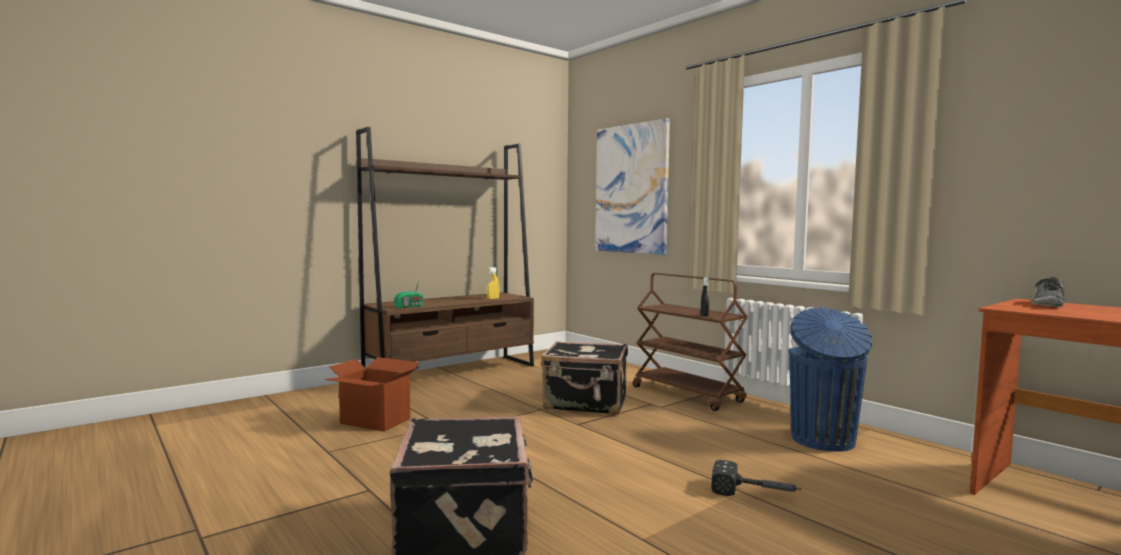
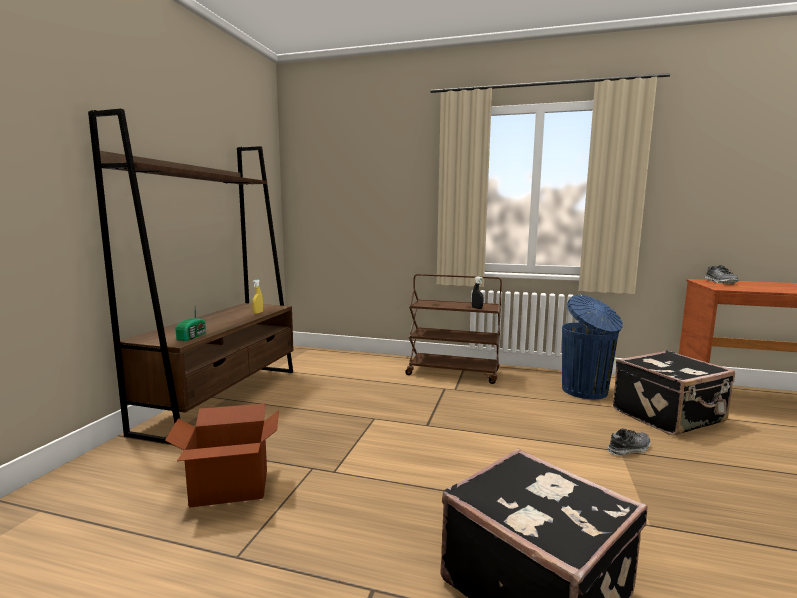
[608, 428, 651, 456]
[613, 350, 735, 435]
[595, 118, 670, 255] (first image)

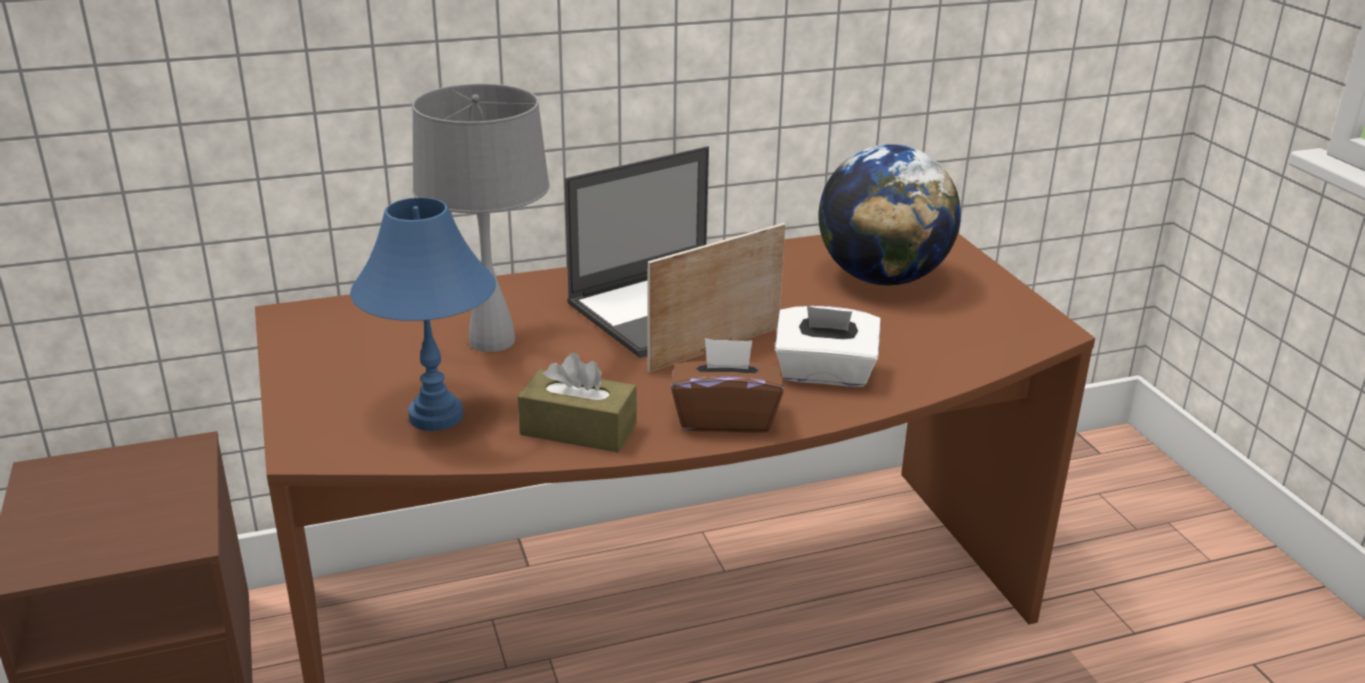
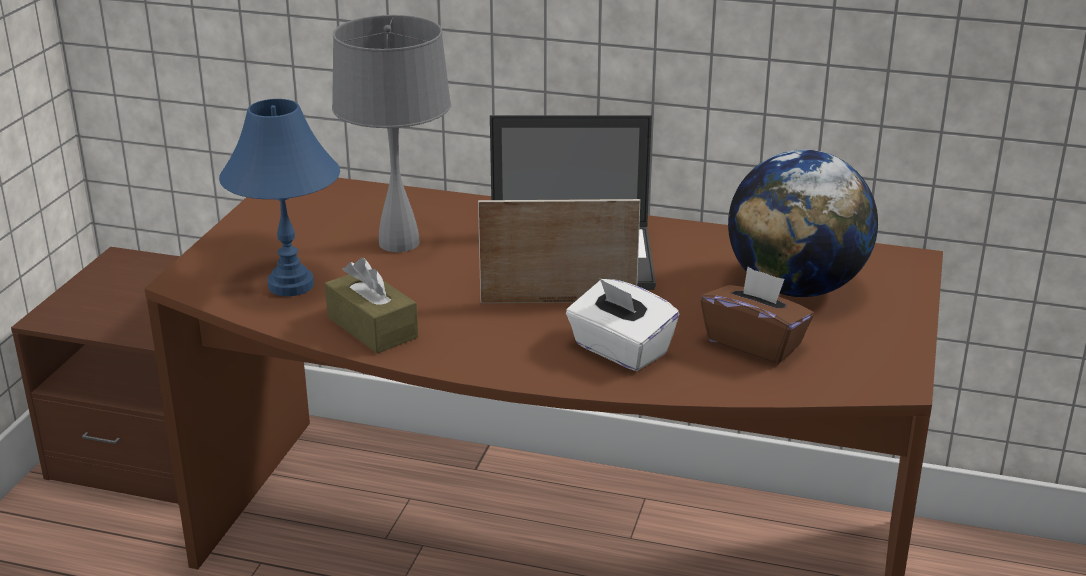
[701, 267, 814, 365]

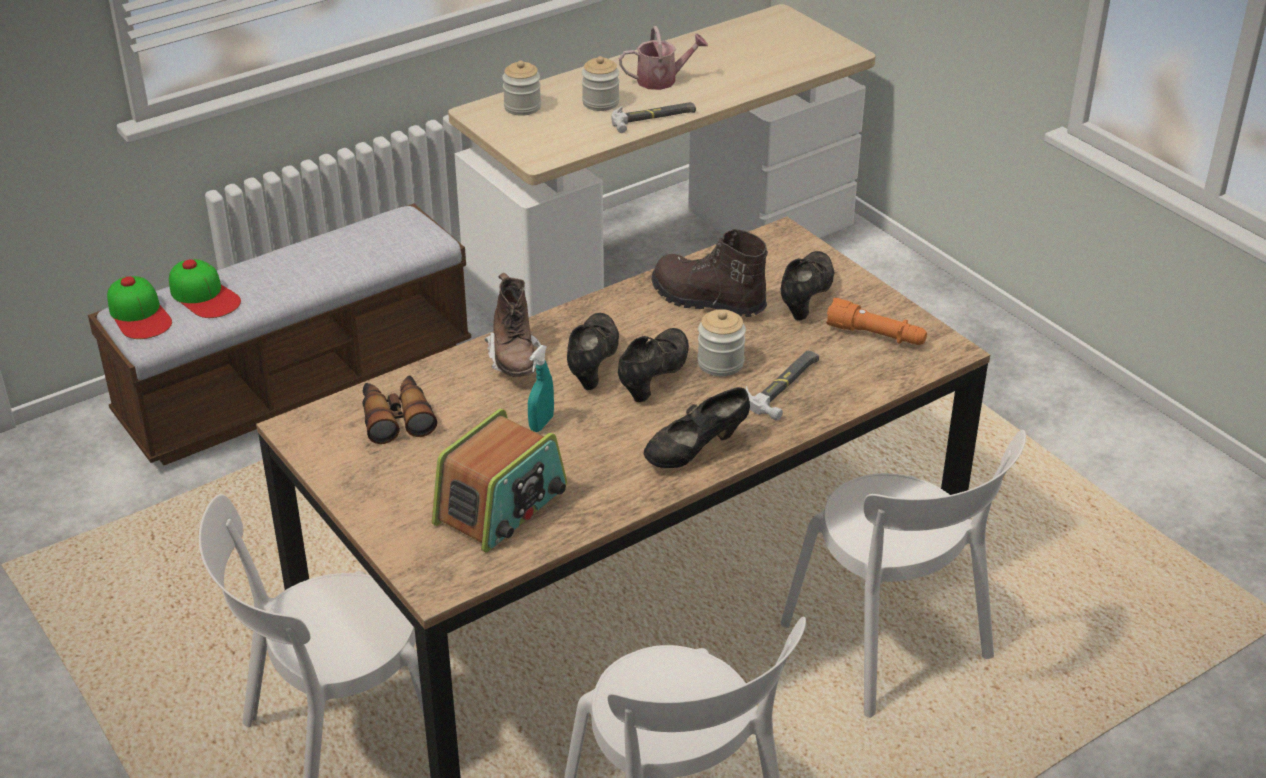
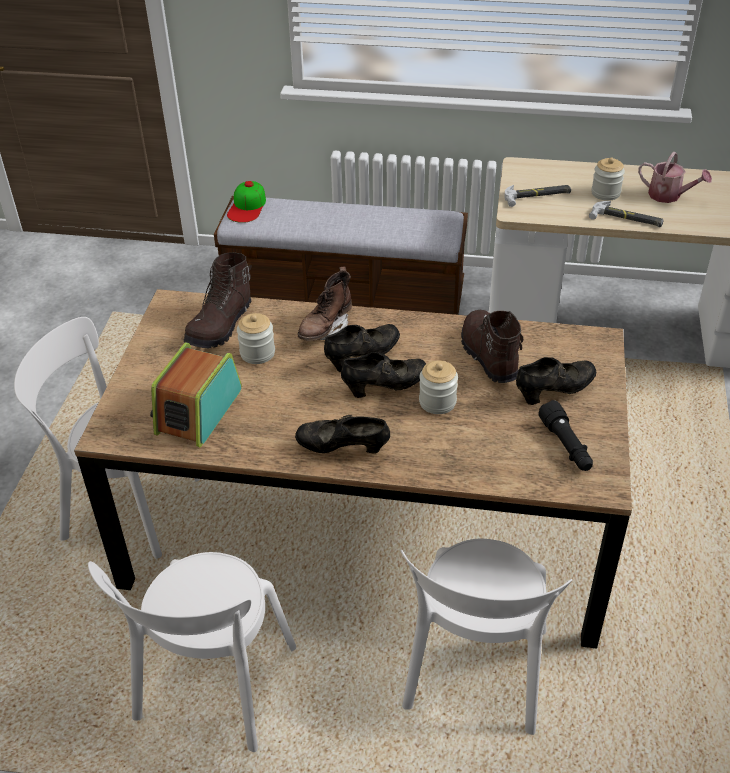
[150, 342, 242, 447]
[184, 252, 252, 348]
[237, 313, 275, 364]
[504, 185, 571, 207]
[538, 400, 593, 471]
[169, 259, 241, 318] (first image)
[528, 345, 554, 432] (first image)

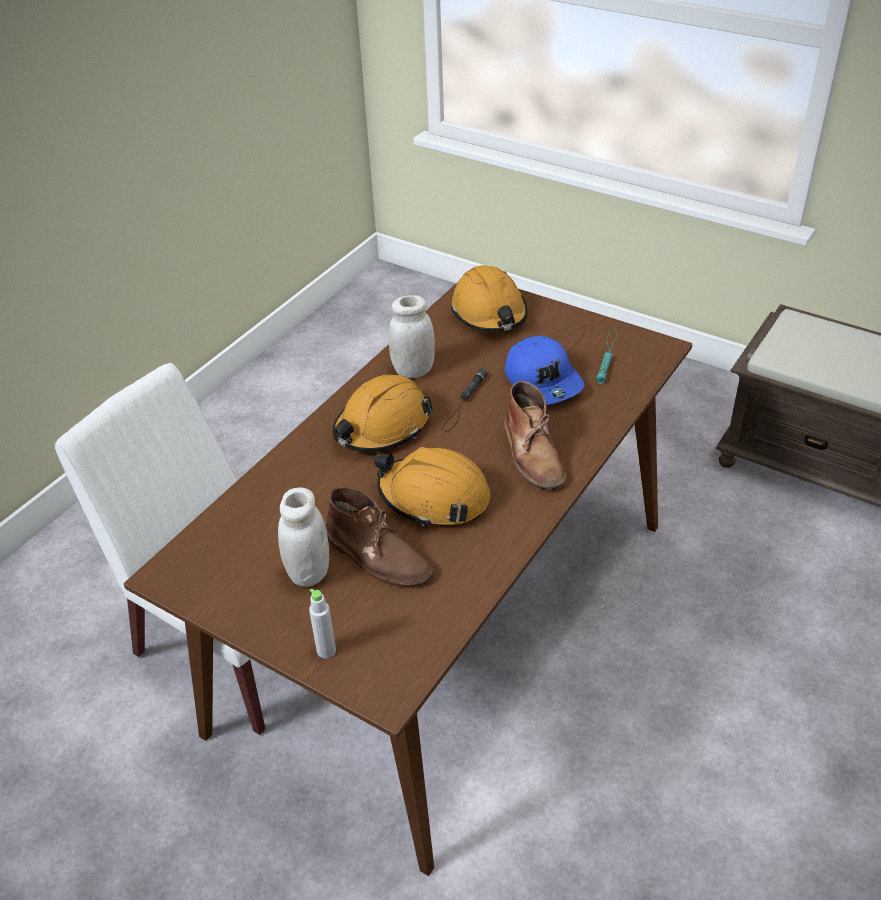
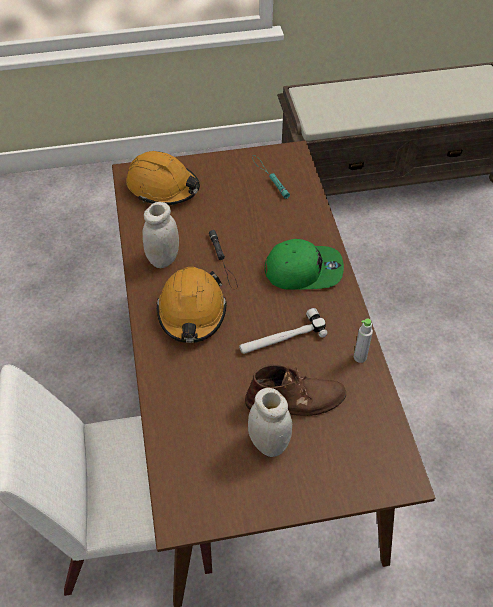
[239, 308, 327, 354]
[265, 239, 344, 290]
[354, 318, 373, 363]
[505, 336, 584, 405] (first image)

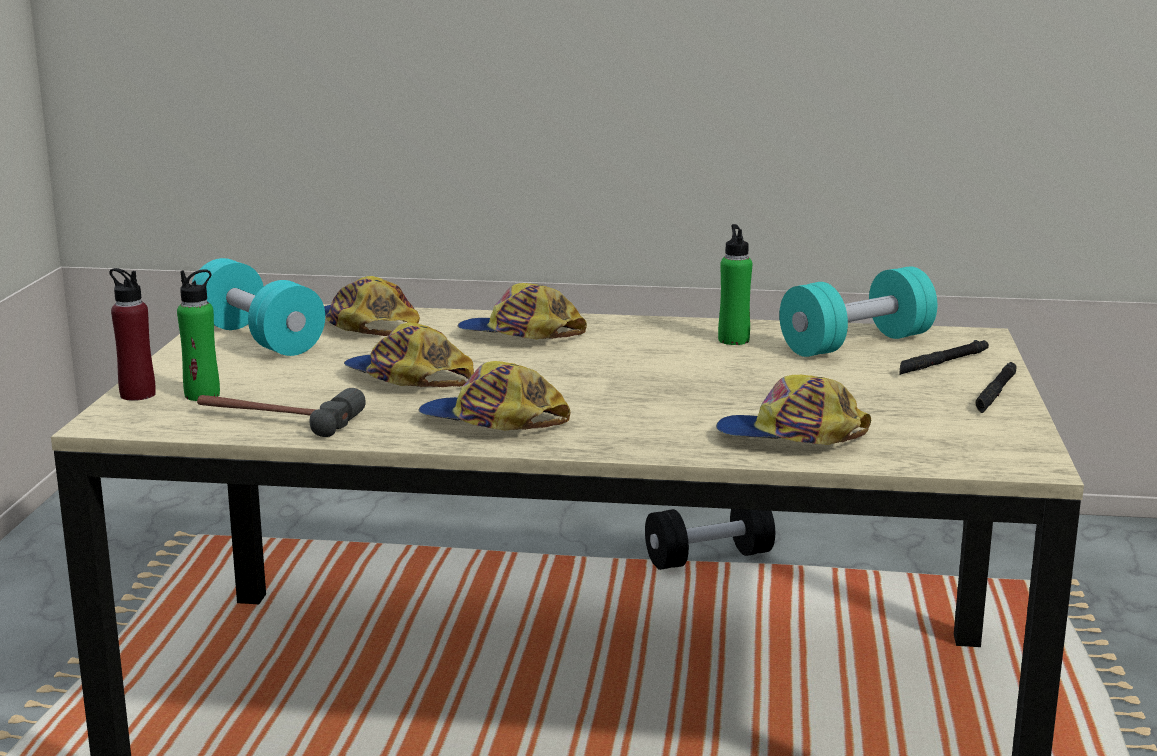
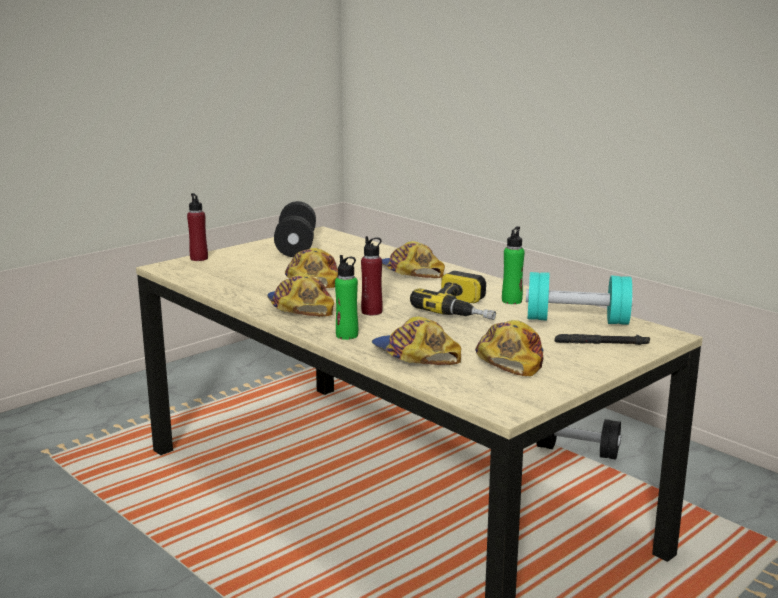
[274, 201, 316, 257]
[335, 255, 358, 340]
[361, 236, 383, 315]
[410, 271, 496, 320]
[475, 320, 543, 376]
[197, 388, 366, 437] (first image)
[975, 362, 1017, 413] (first image)

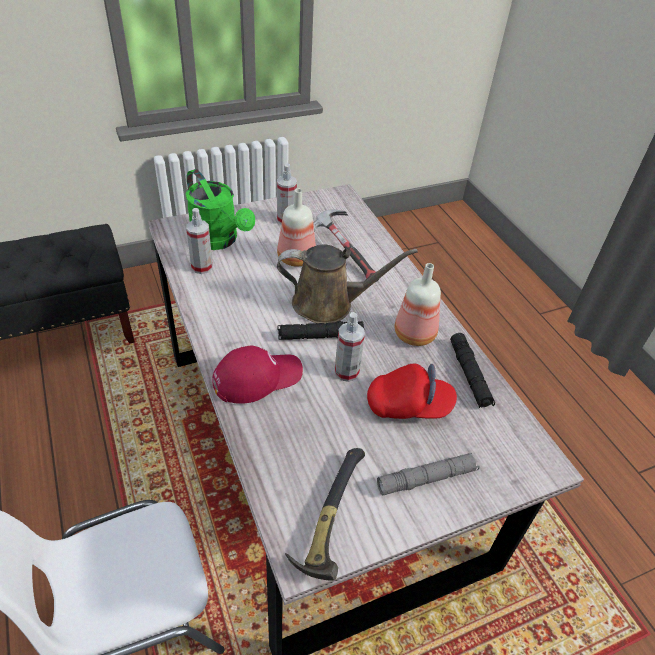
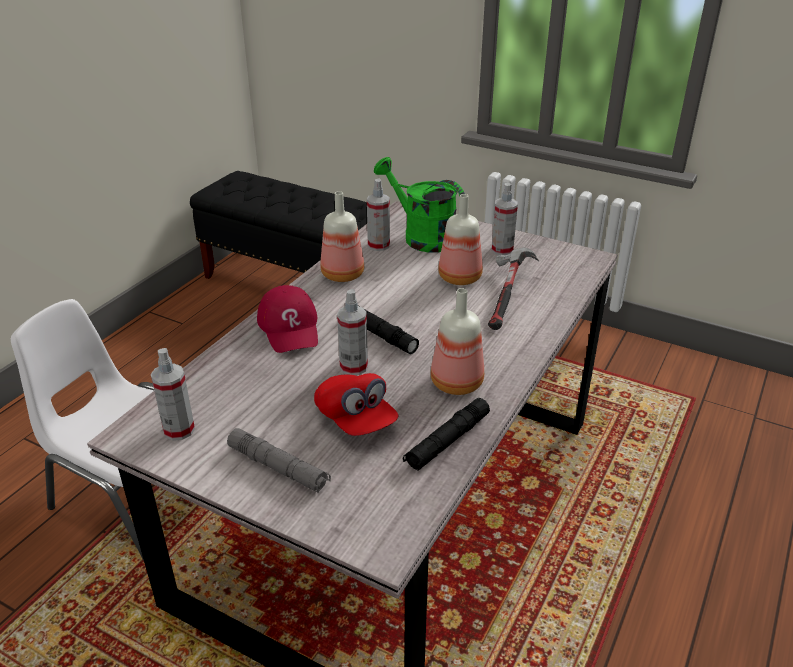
[151, 348, 195, 441]
[257, 285, 318, 353]
[320, 191, 364, 282]
[374, 157, 465, 253]
[277, 244, 418, 324] (first image)

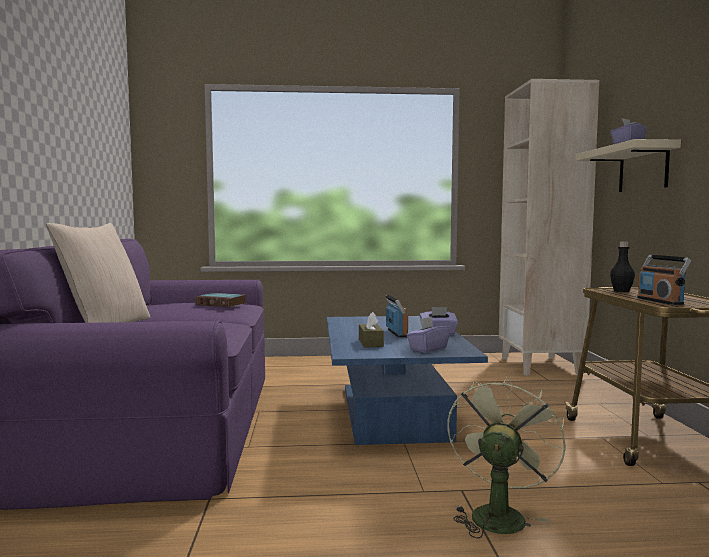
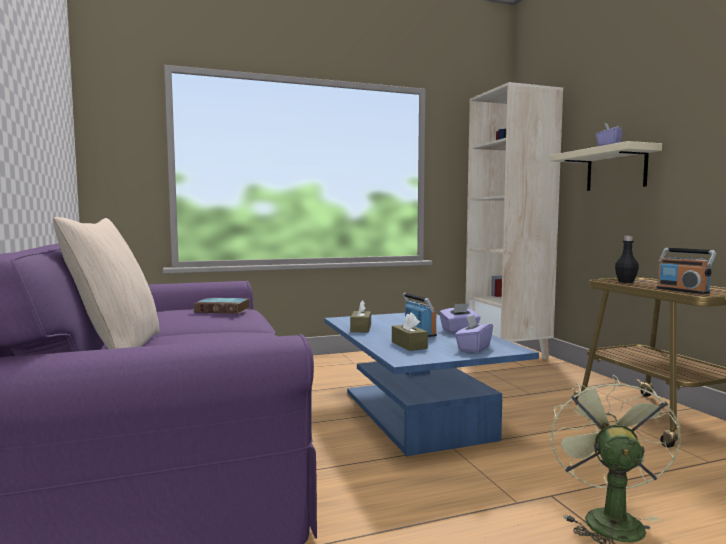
[350, 300, 371, 333]

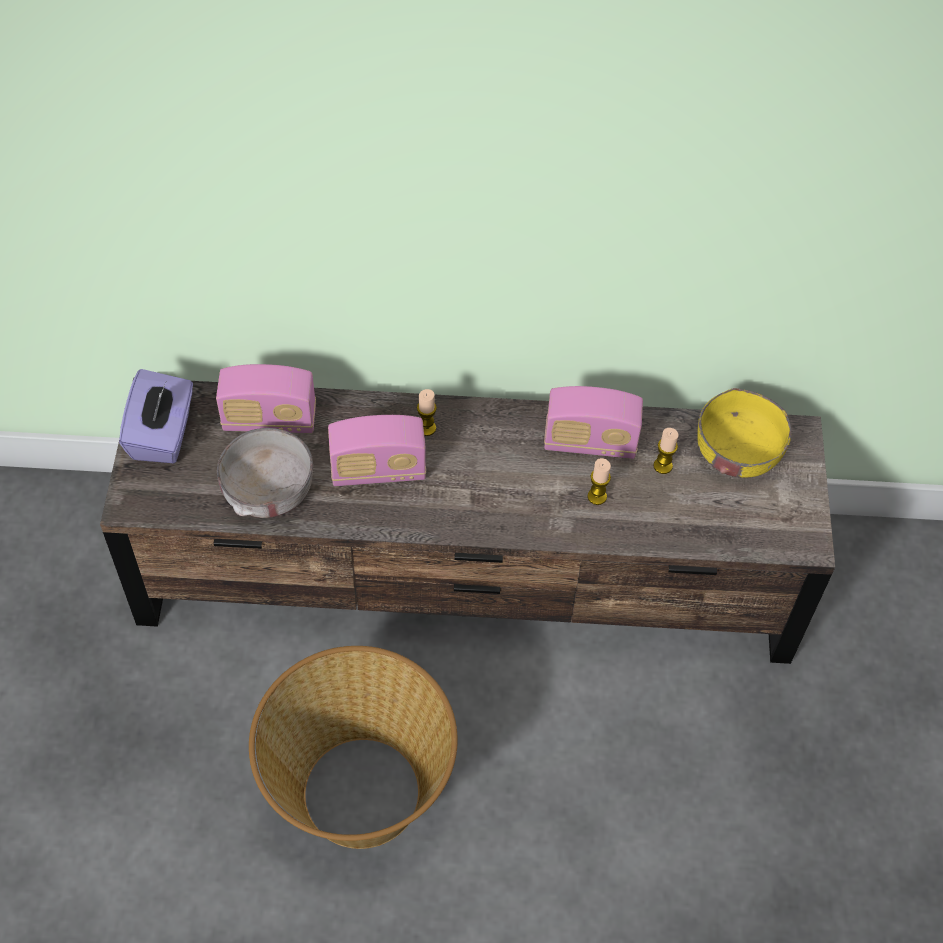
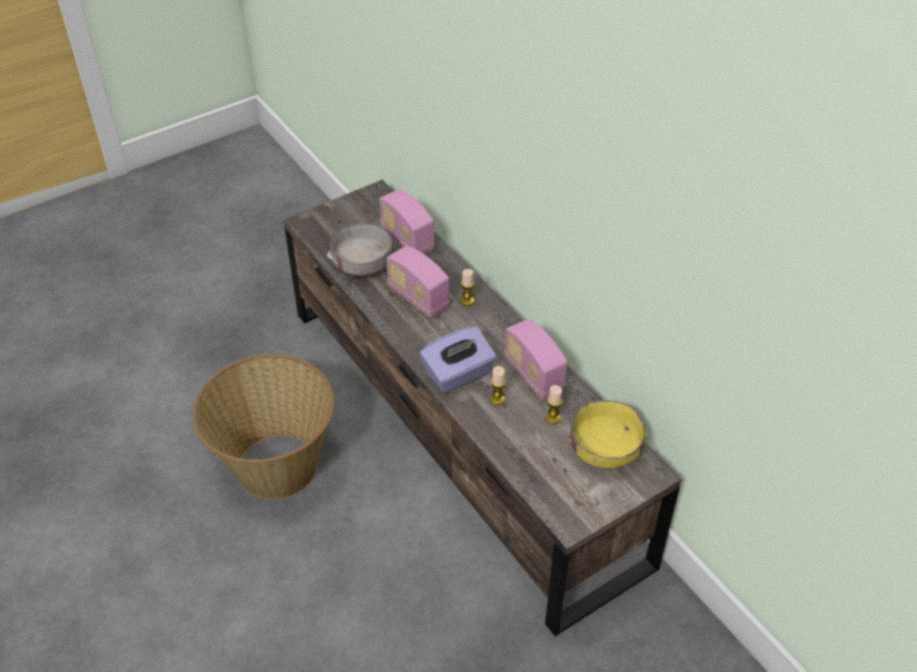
[419, 326, 497, 393]

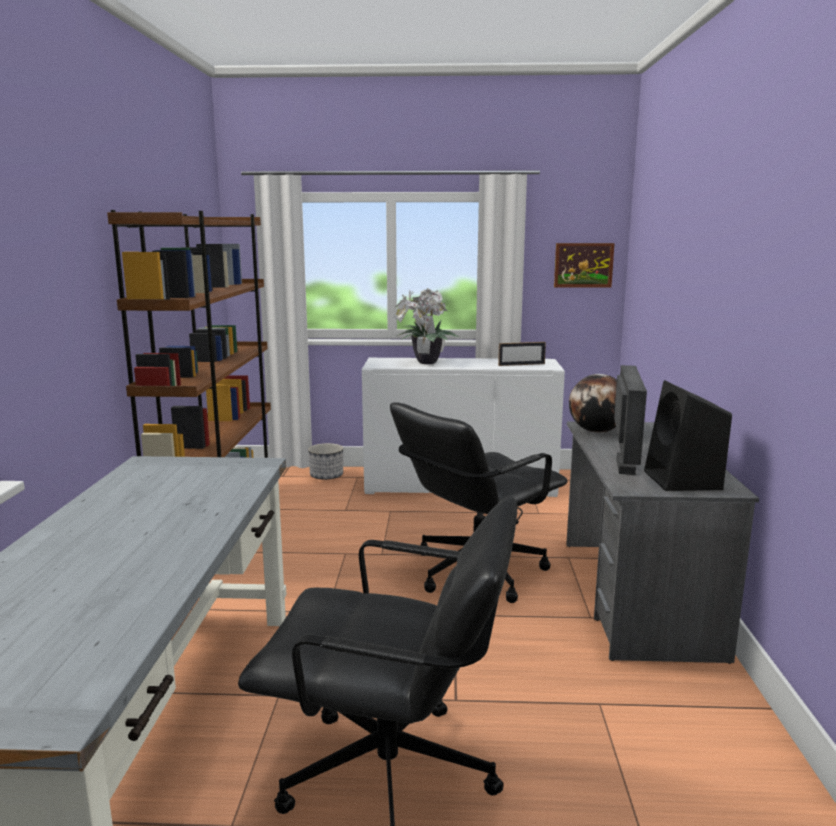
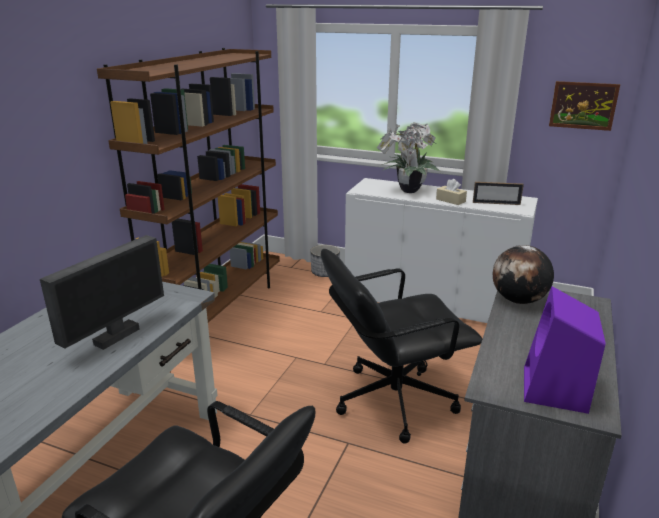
[40, 235, 164, 350]
[436, 179, 467, 205]
[524, 286, 605, 414]

